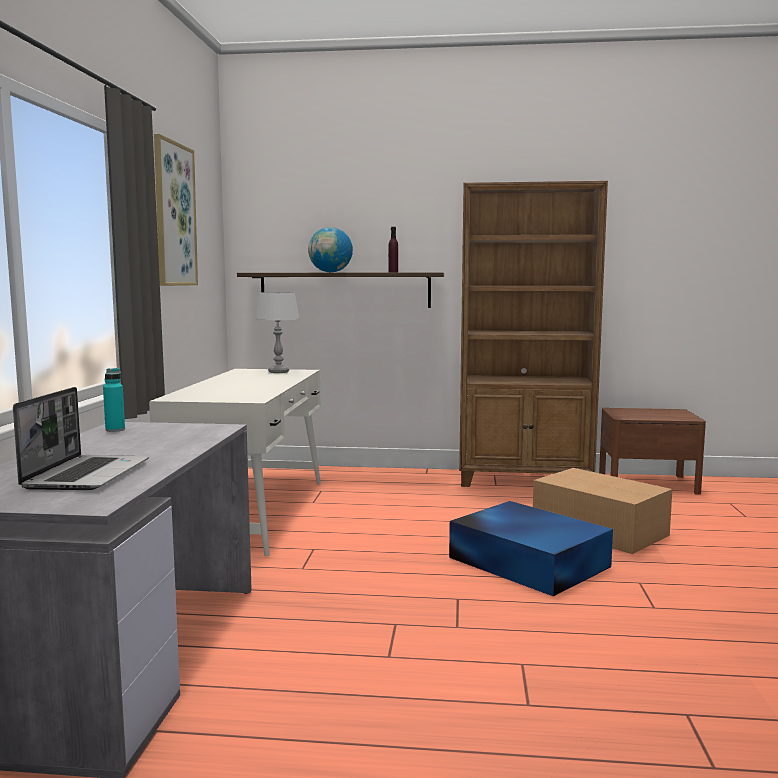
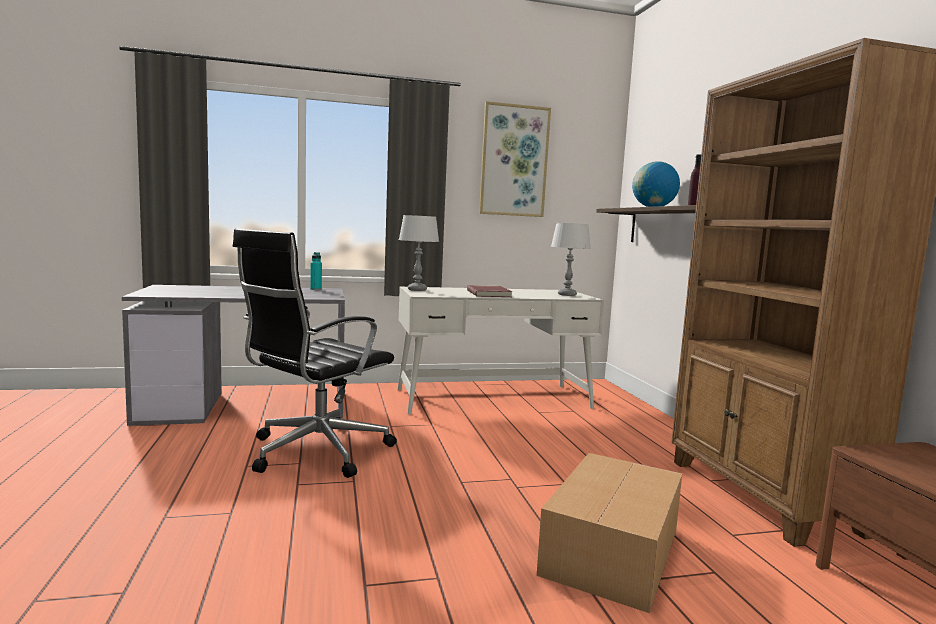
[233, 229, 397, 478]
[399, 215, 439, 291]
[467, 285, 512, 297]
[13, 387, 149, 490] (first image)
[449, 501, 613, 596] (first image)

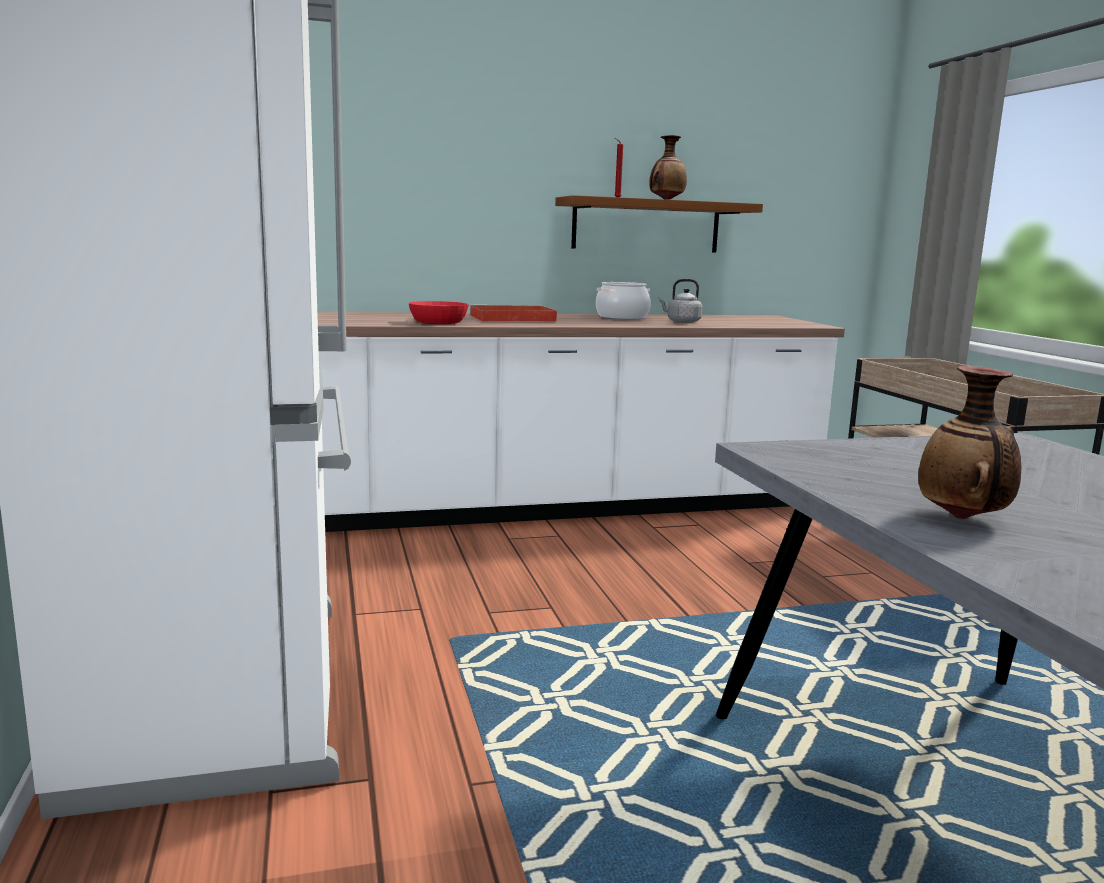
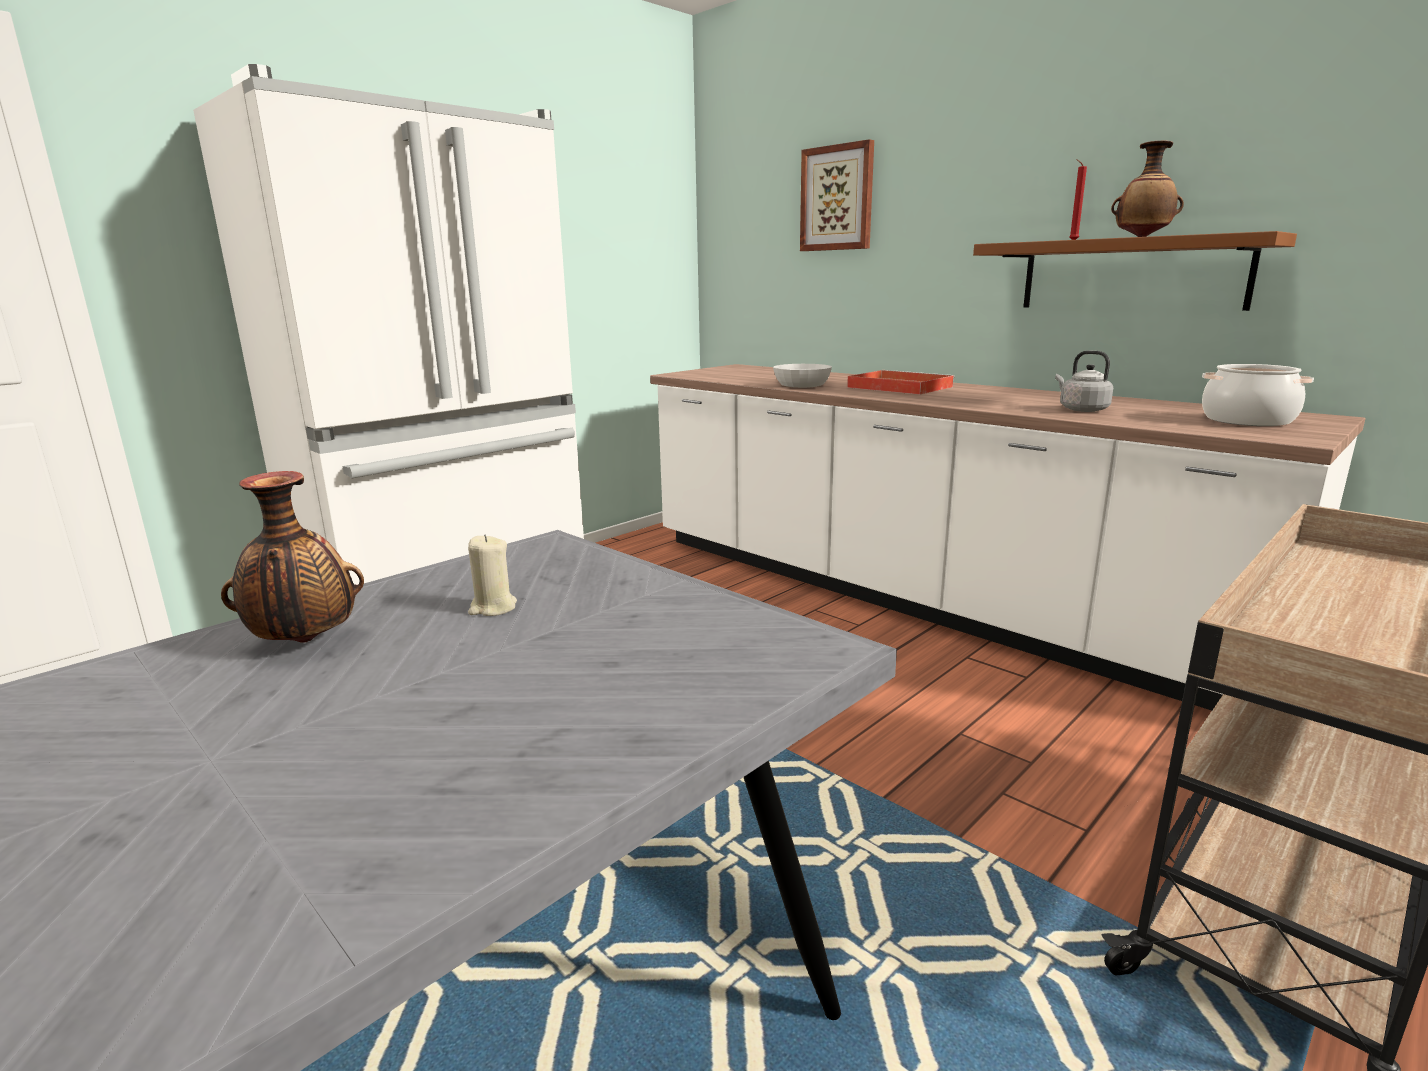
[468, 535, 517, 616]
[773, 364, 832, 388]
[800, 139, 874, 251]
[1202, 364, 1314, 426]

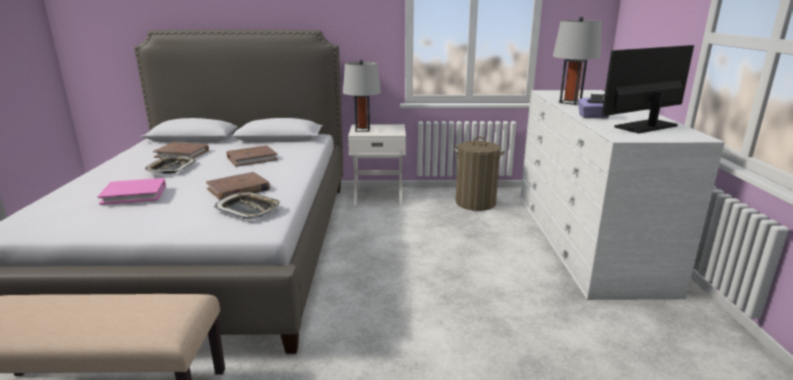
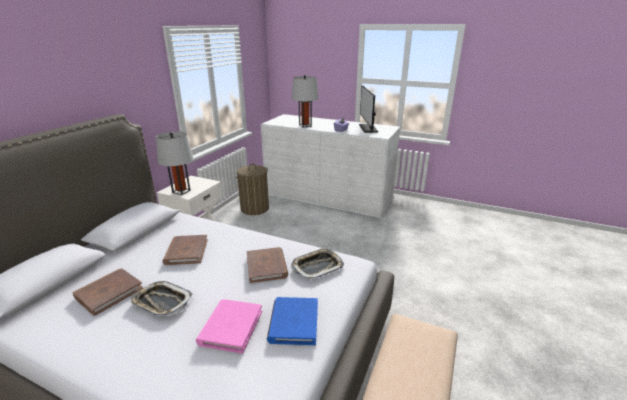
[267, 297, 318, 345]

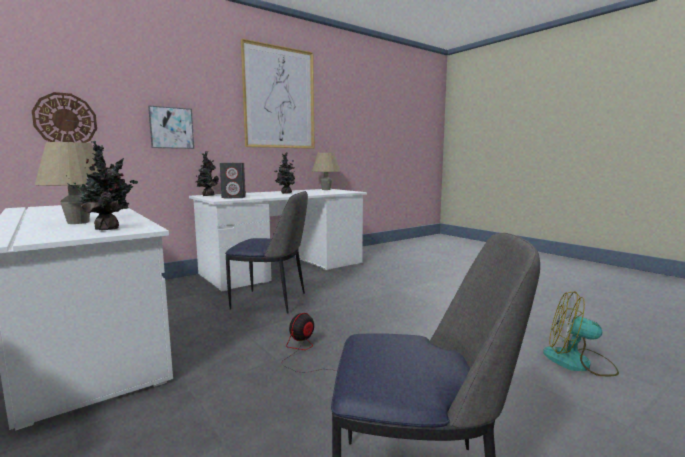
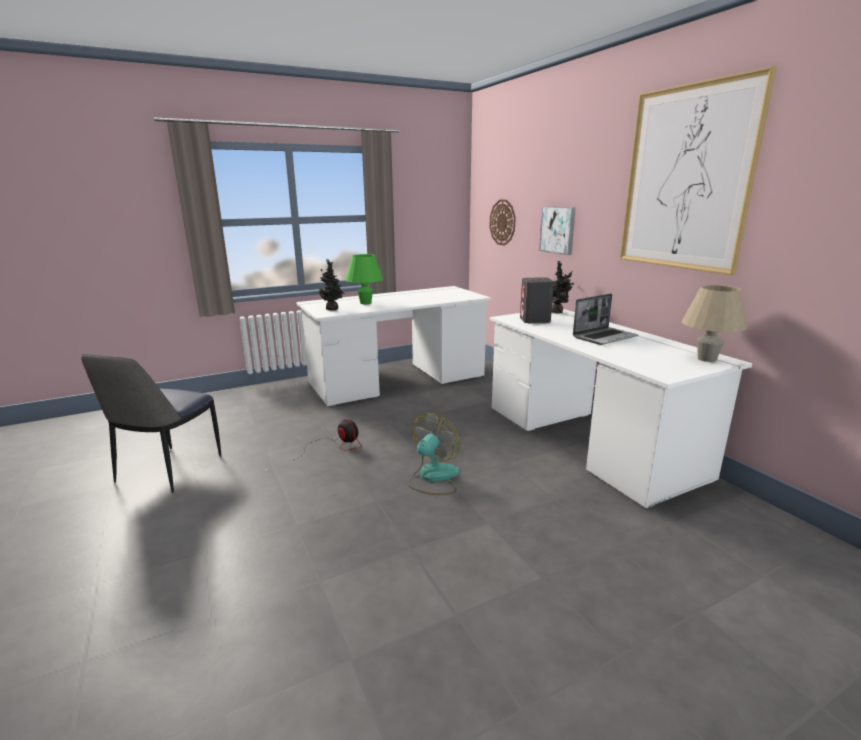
[346, 254, 383, 304]
[409, 413, 460, 495]
[573, 294, 638, 345]
[225, 191, 308, 314] (first image)

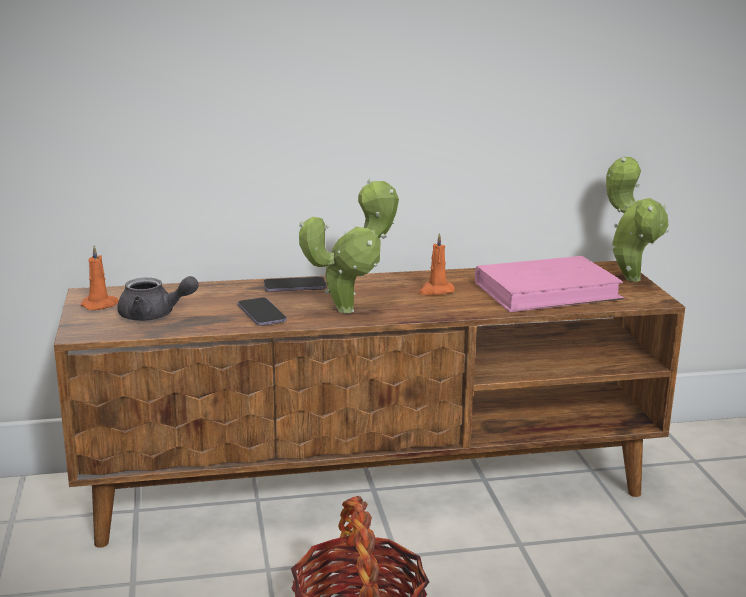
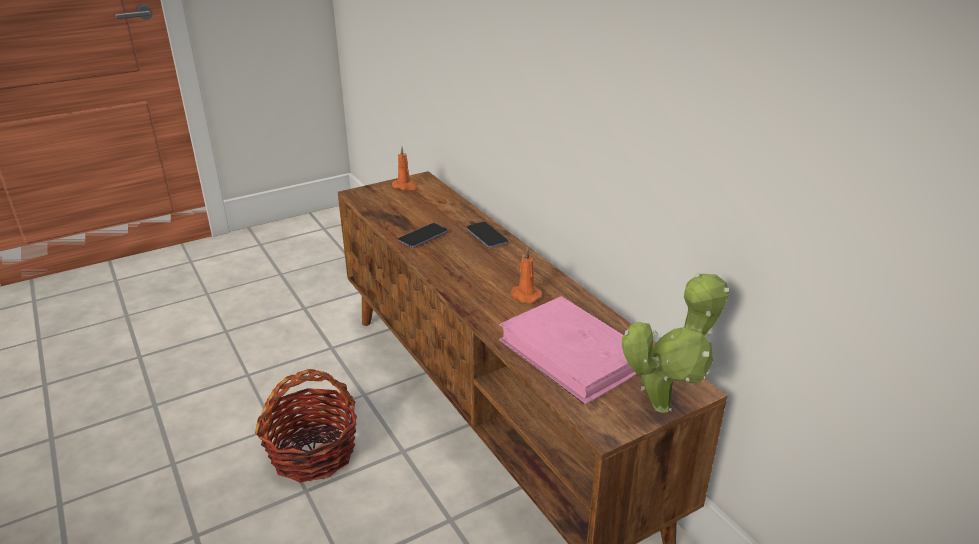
[117, 276, 199, 321] (first image)
[299, 178, 399, 313] (first image)

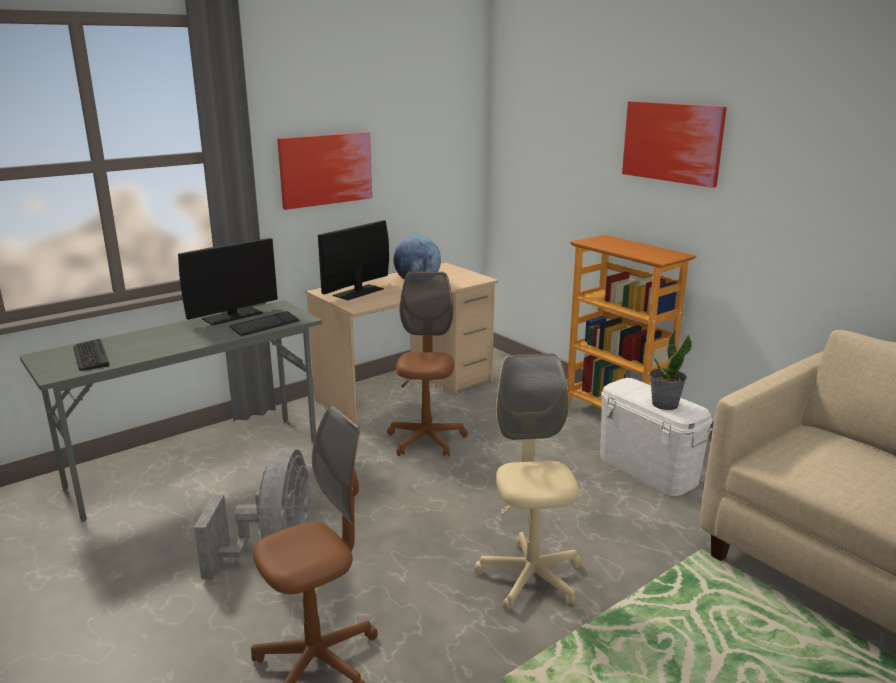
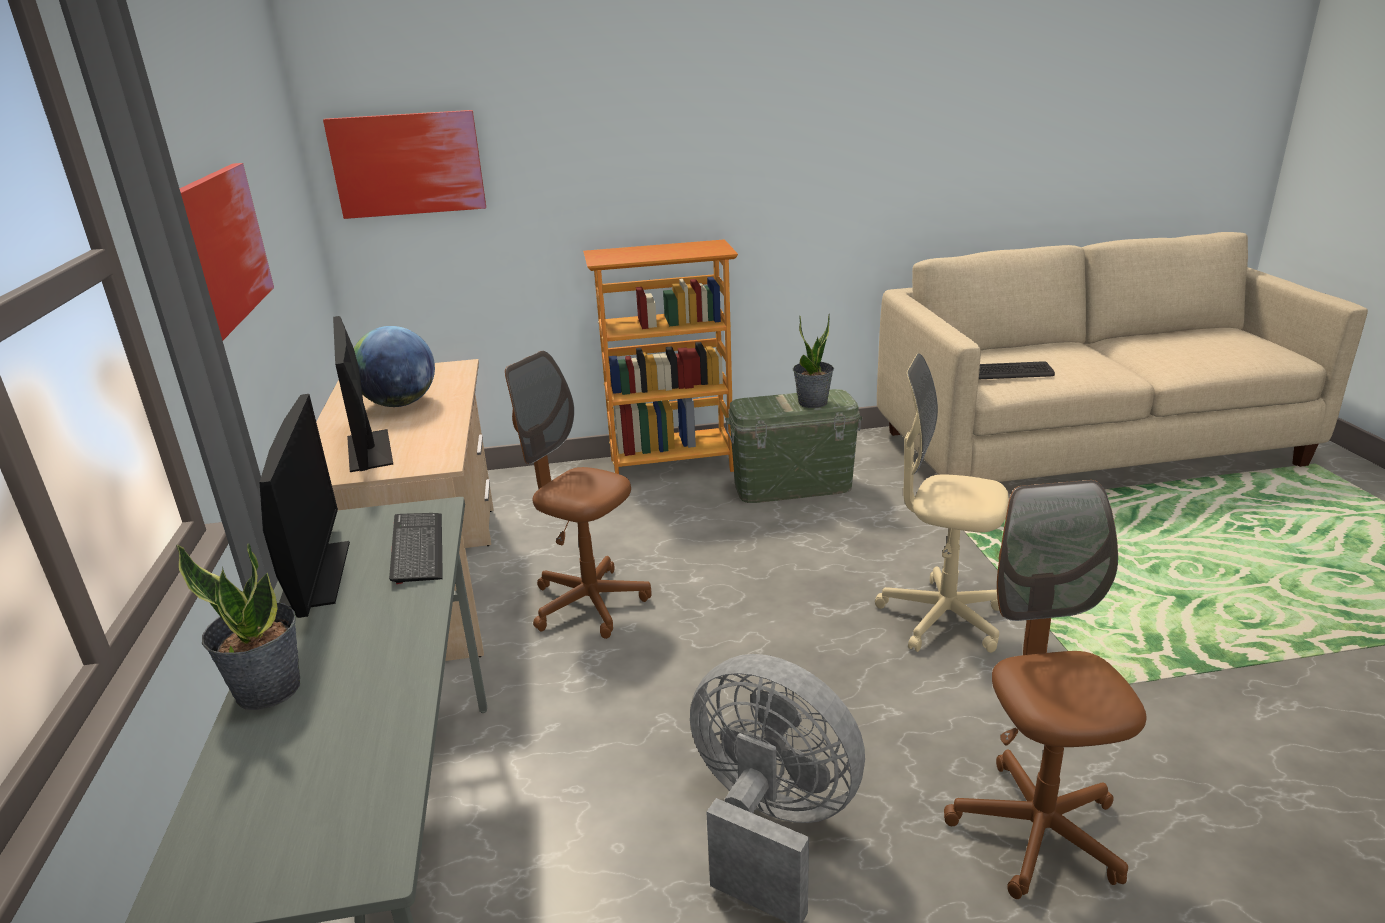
[176, 543, 300, 710]
[323, 110, 486, 219]
[725, 389, 862, 503]
[979, 361, 1055, 379]

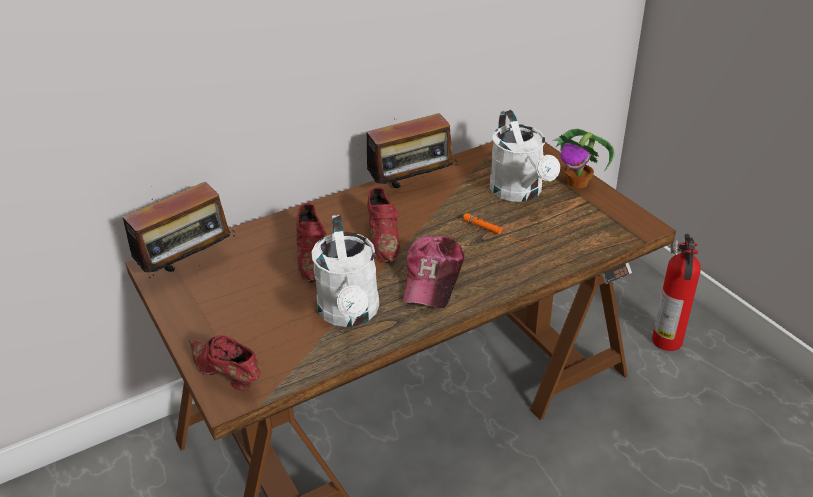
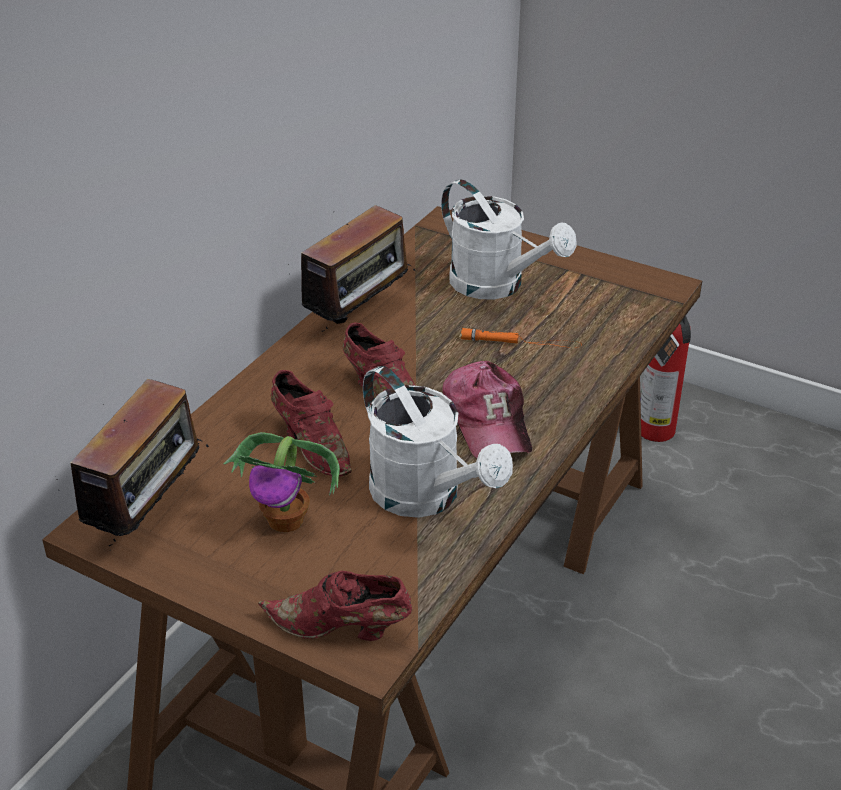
[224, 432, 340, 532]

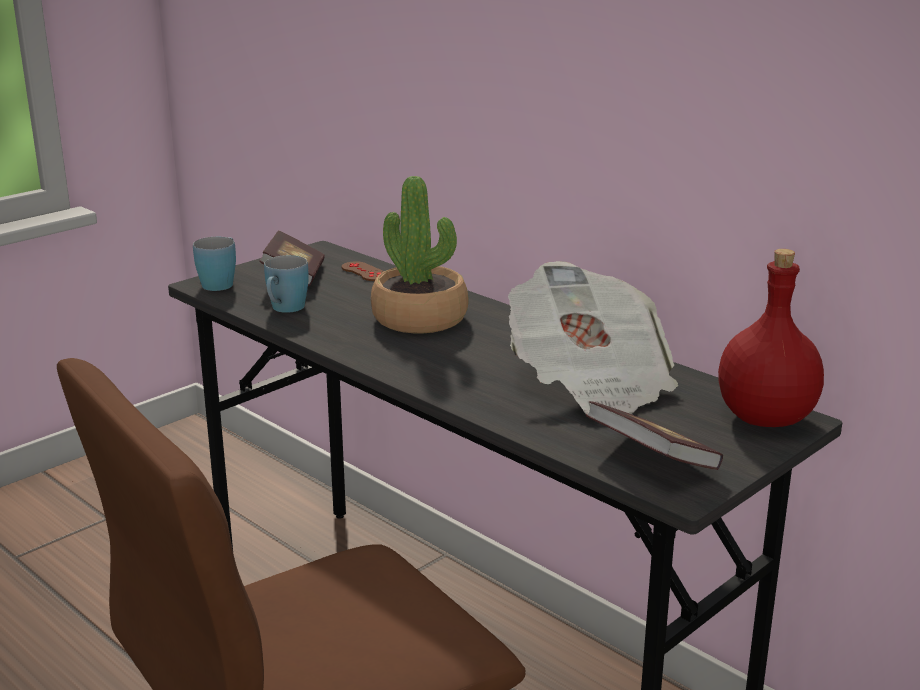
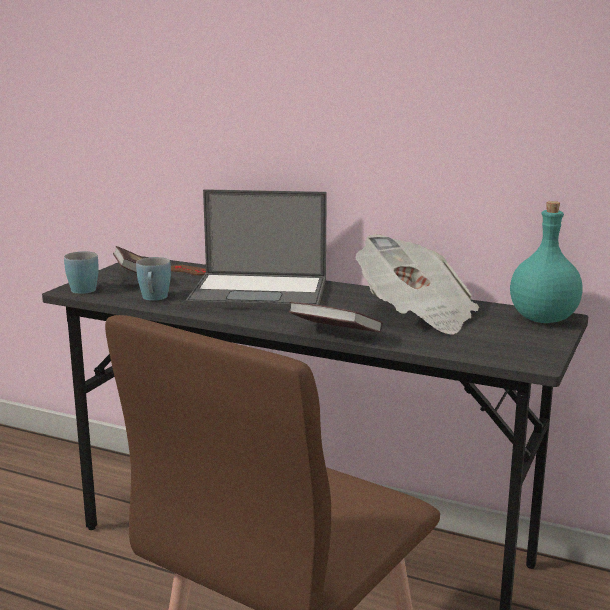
[185, 189, 327, 310]
[289, 302, 383, 333]
[510, 201, 582, 323]

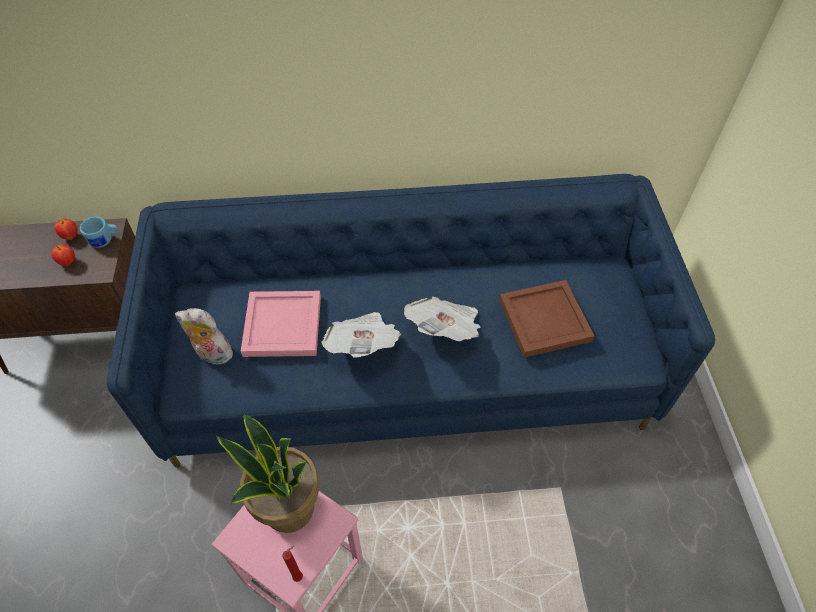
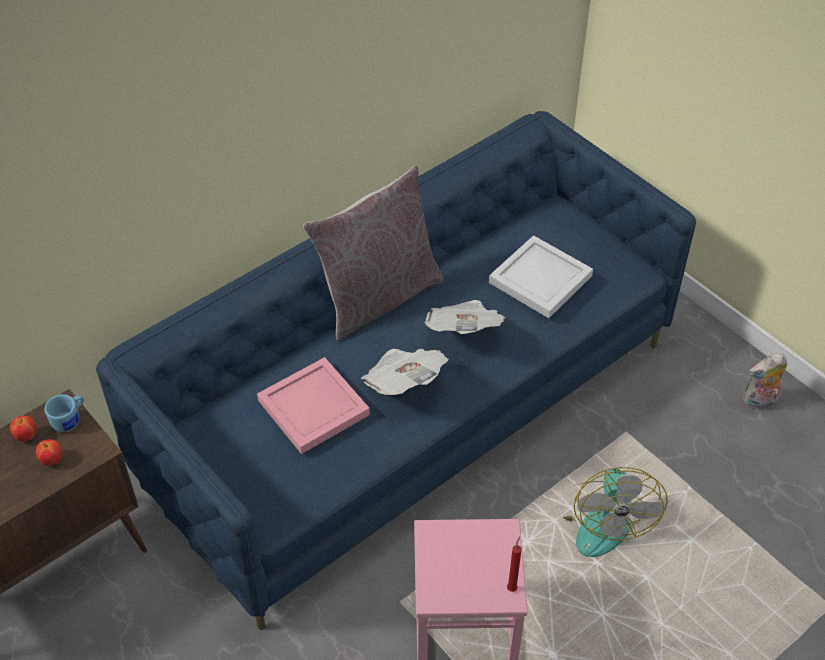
[303, 166, 444, 341]
[489, 235, 593, 318]
[563, 467, 668, 557]
[743, 353, 787, 410]
[216, 415, 319, 533] (first image)

